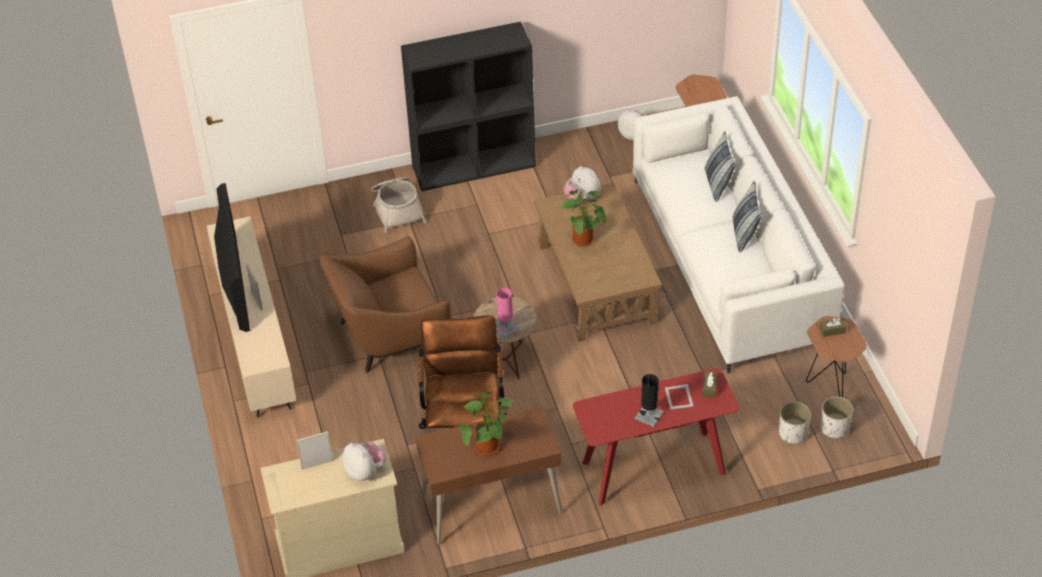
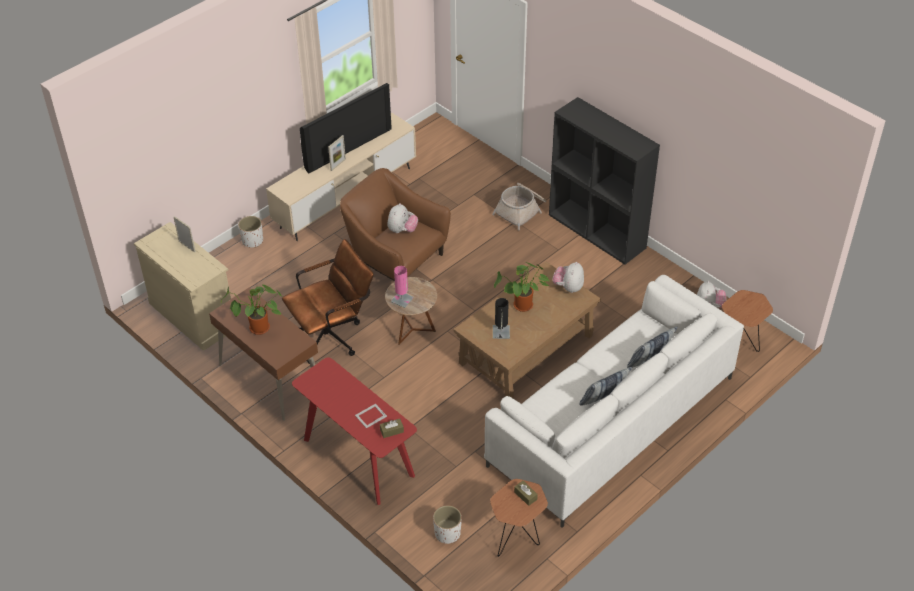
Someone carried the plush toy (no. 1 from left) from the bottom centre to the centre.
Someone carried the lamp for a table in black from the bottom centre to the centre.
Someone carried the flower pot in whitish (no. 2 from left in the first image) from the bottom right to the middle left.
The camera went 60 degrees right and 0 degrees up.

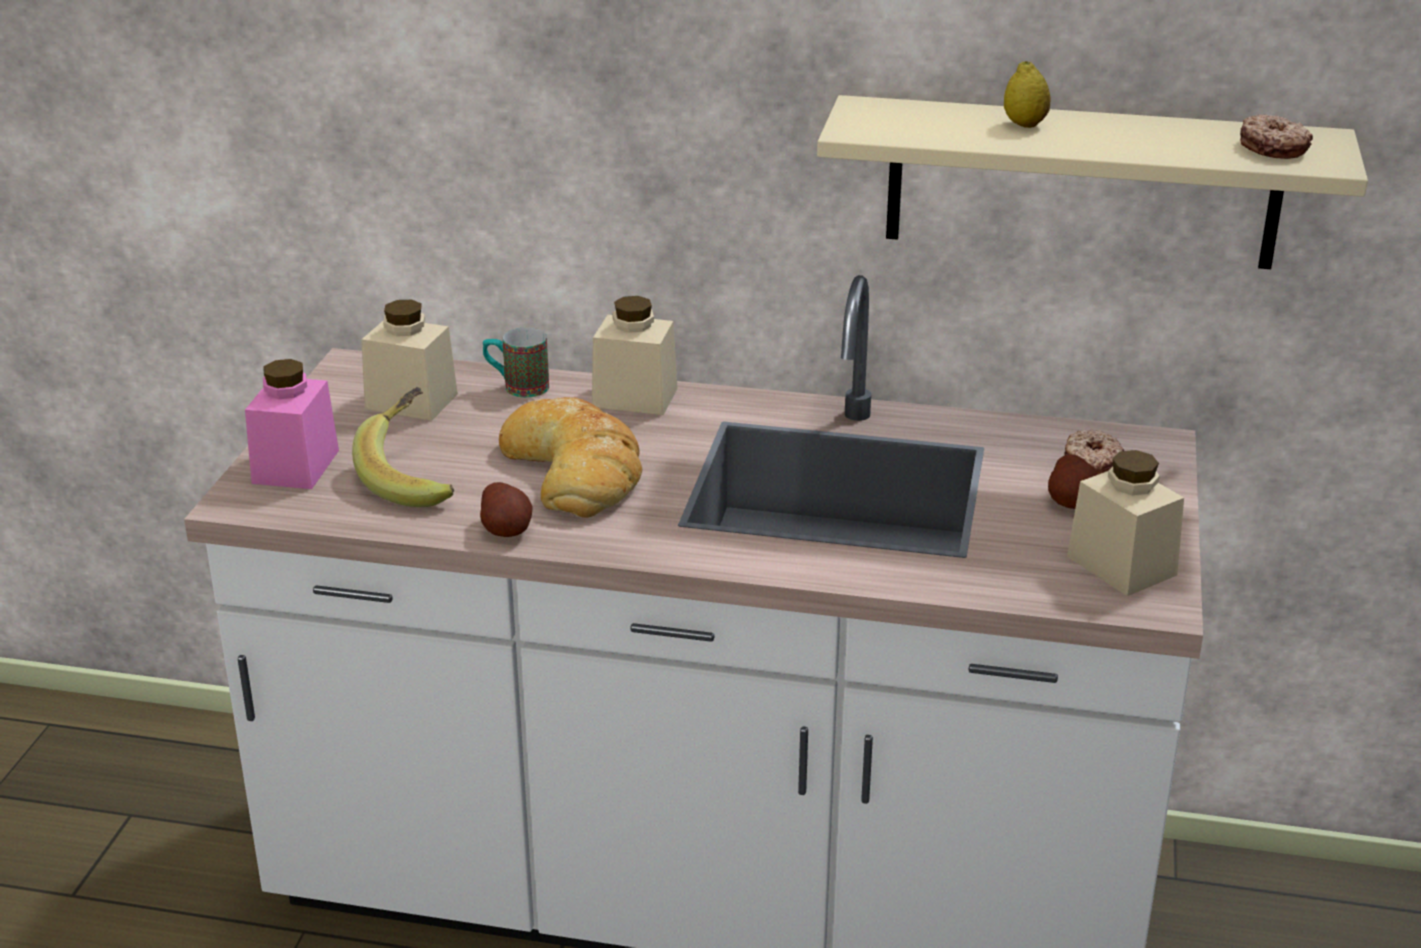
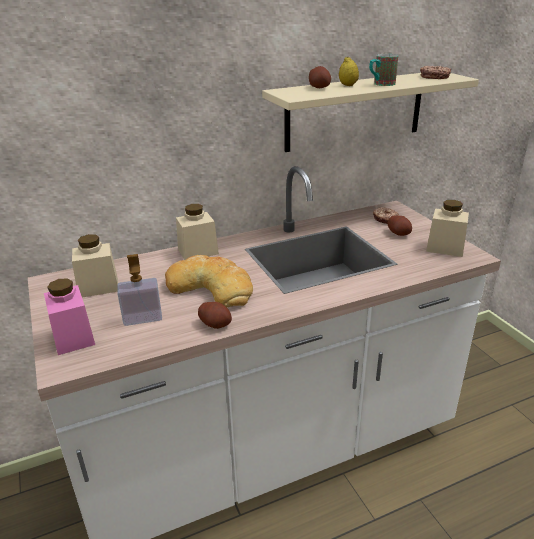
Someone put down the potato (no. 2 from left) at the top centre.
Someone carried the mug from the centre to the top right.
Someone swapped the banana at the middle left for the liquid soap bottle at the middle left.
The camera went 35 degrees left and 0 degrees up.

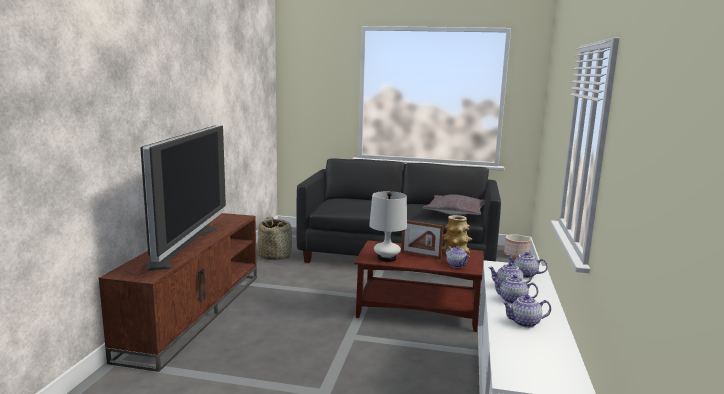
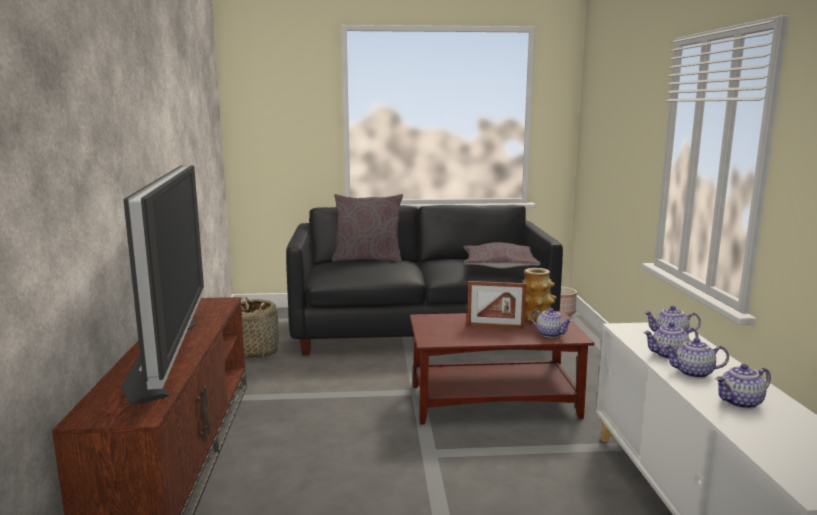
Someone took away the lamp for a table in whitish at the centre.
Someone put down the cushion in greyish (no. 1 from left) at the centre.
The camera went 15 degrees left and 0 degrees up.

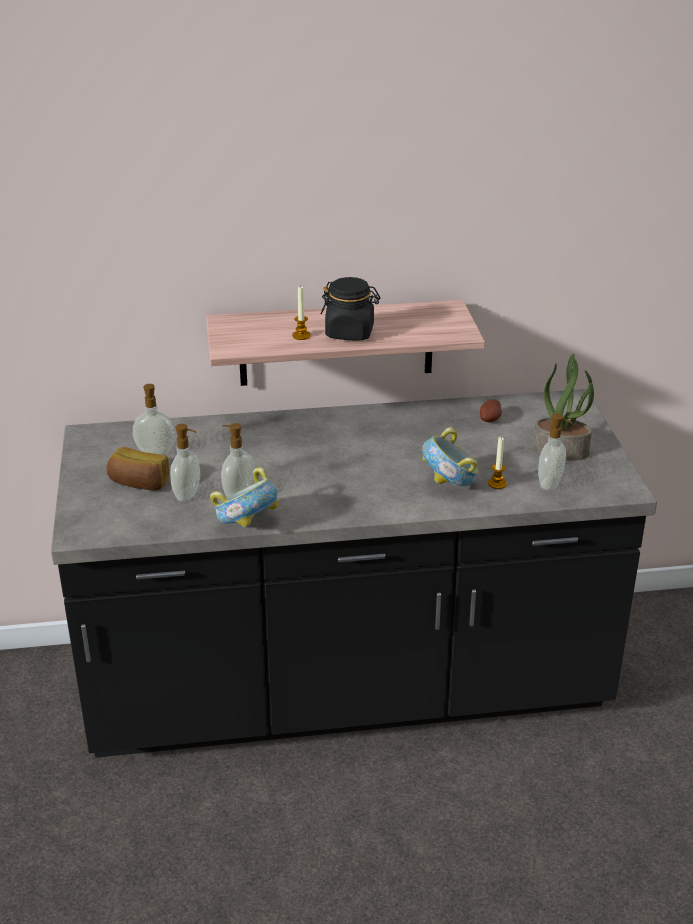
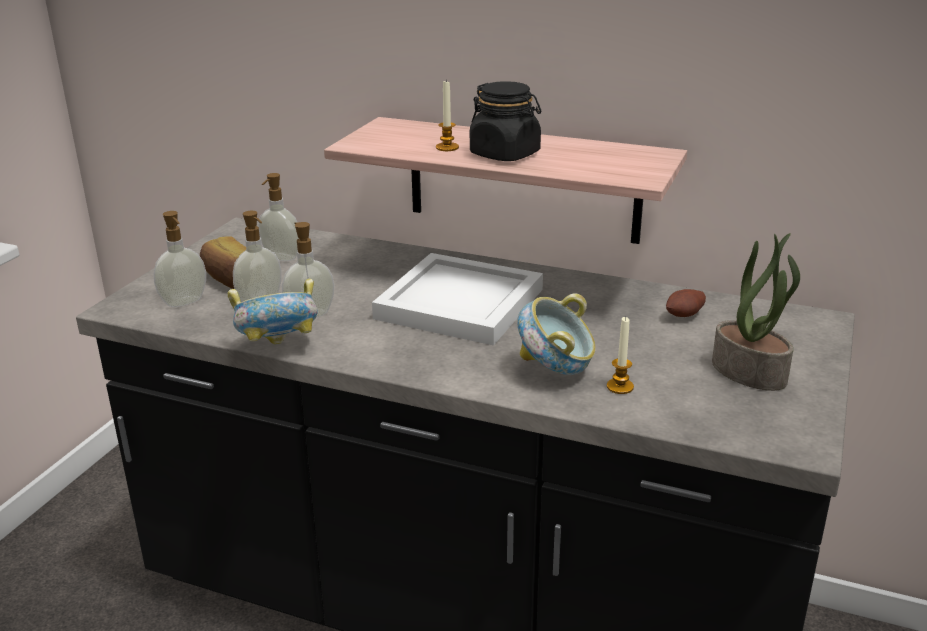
Someone put down the serving tray in whitish at the centre.
Someone carried the liquid soap bottle (no. 4 from left in the first image) from the middle right to the middle left.
The camera went 30 degrees right and 5 degrees down.

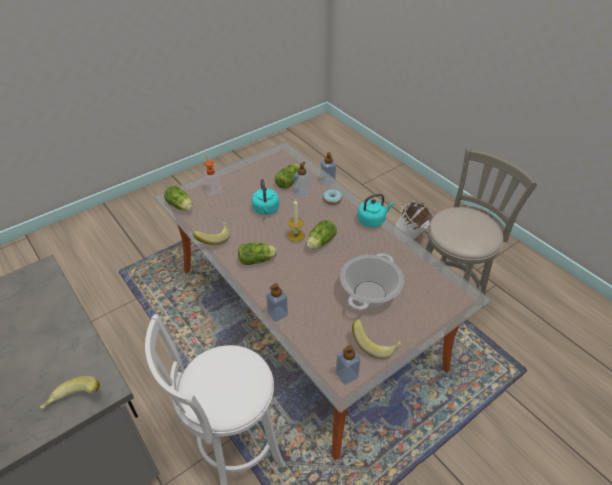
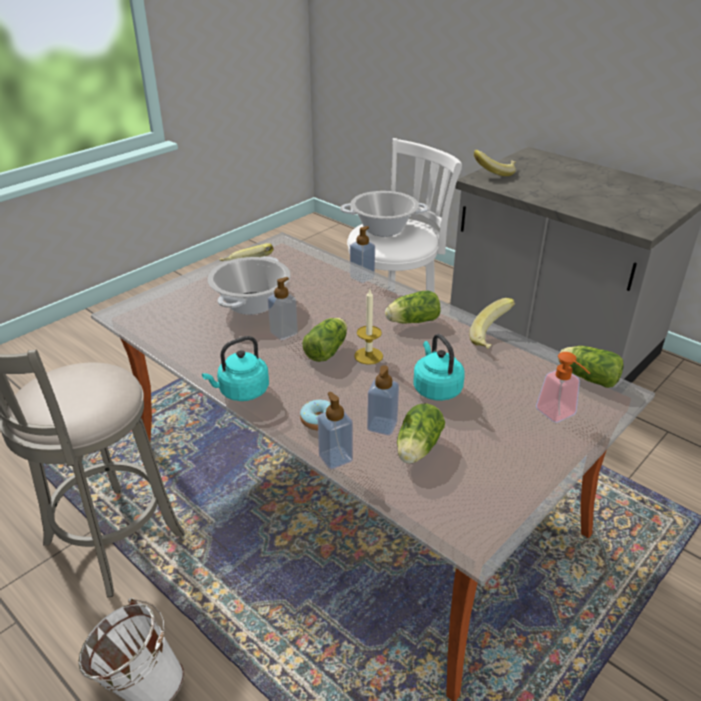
Someone put down the stockpot (no. 2 from left) at the top centre.
Someone carried the liquid soap bottle (no. 5 from left in the first image) from the bottom centre to the centre.
The camera went 170 degrees right and 10 degrees down.

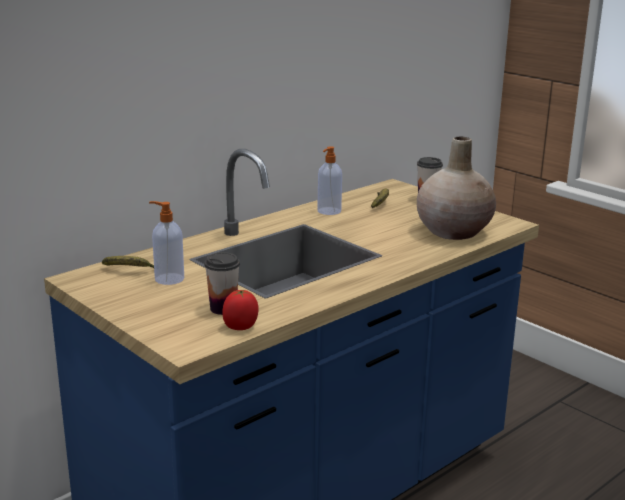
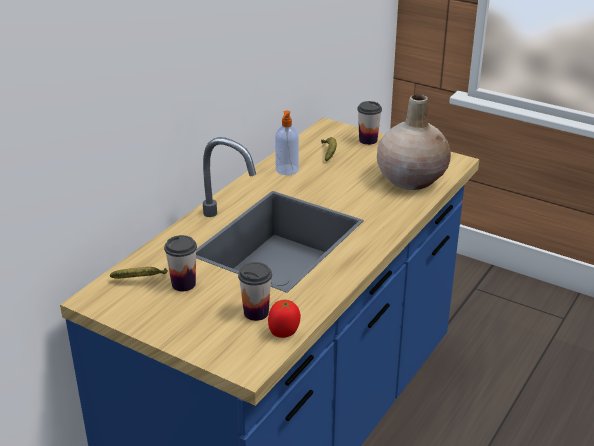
Someone swapped the liquid soap bottle (no. 1 from left) at the middle left for the cup (no. 1 from left) at the middle left.
The camera went 15 degrees left and 10 degrees up.

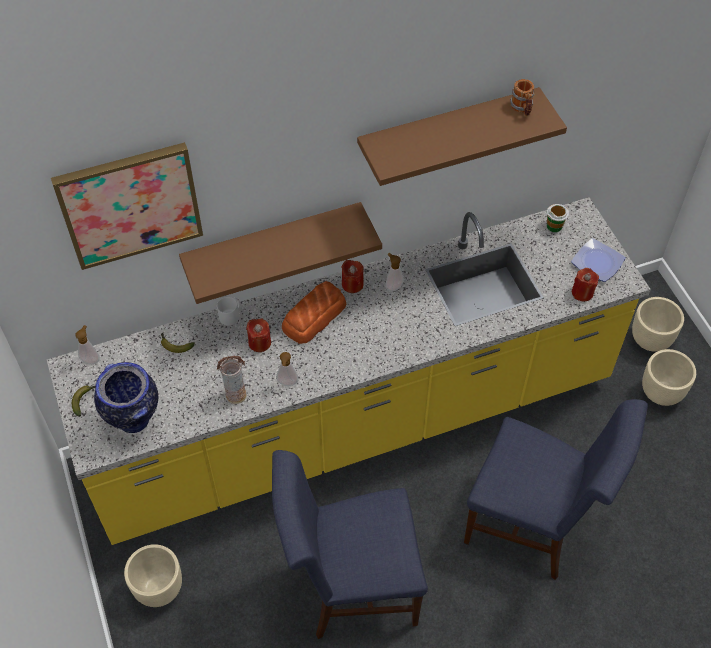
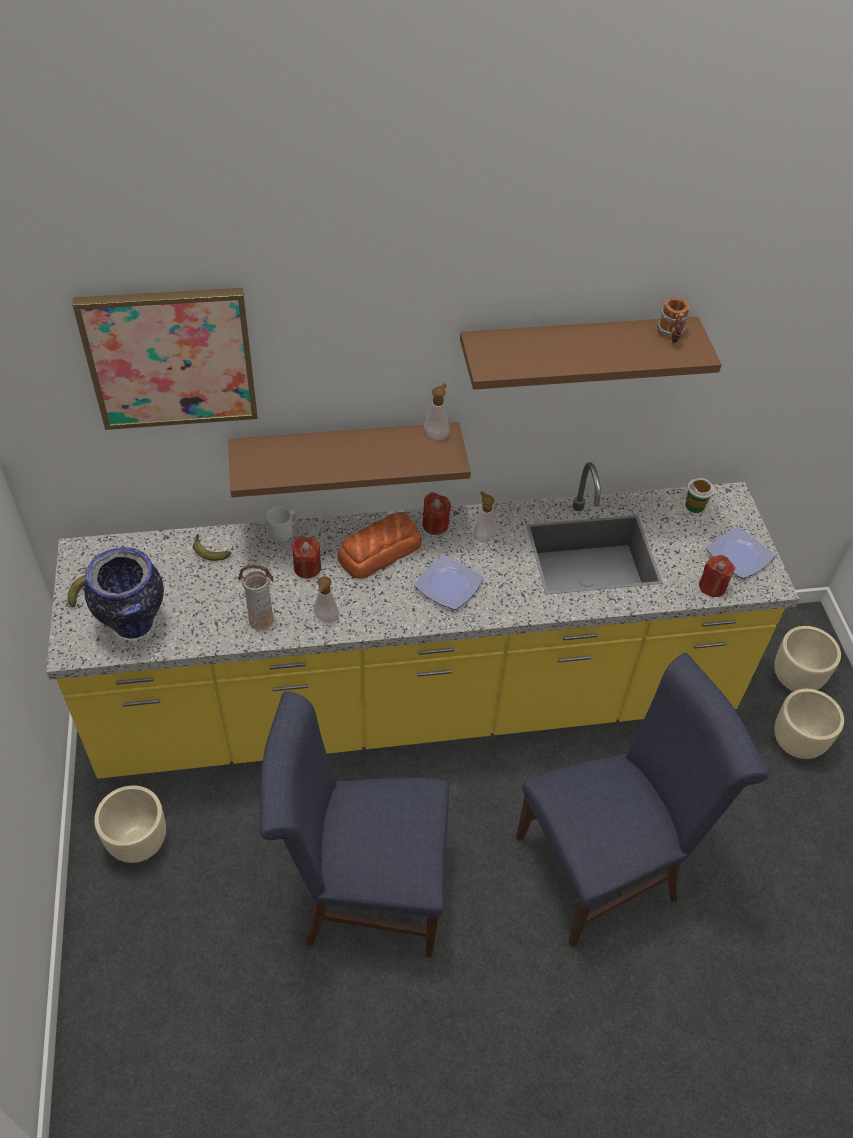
Someone put down the dinner plate (no. 1 from left) at the centre.
Someone carried the liquid soap bottle (no. 1 from left in the first image) from the middle left to the centre.
Someone rotated the chair in blue (no. 2 from left) at the bottom right by 60 degrees counterclockwise.
The camera went 10 degrees right and 5 degrees down.

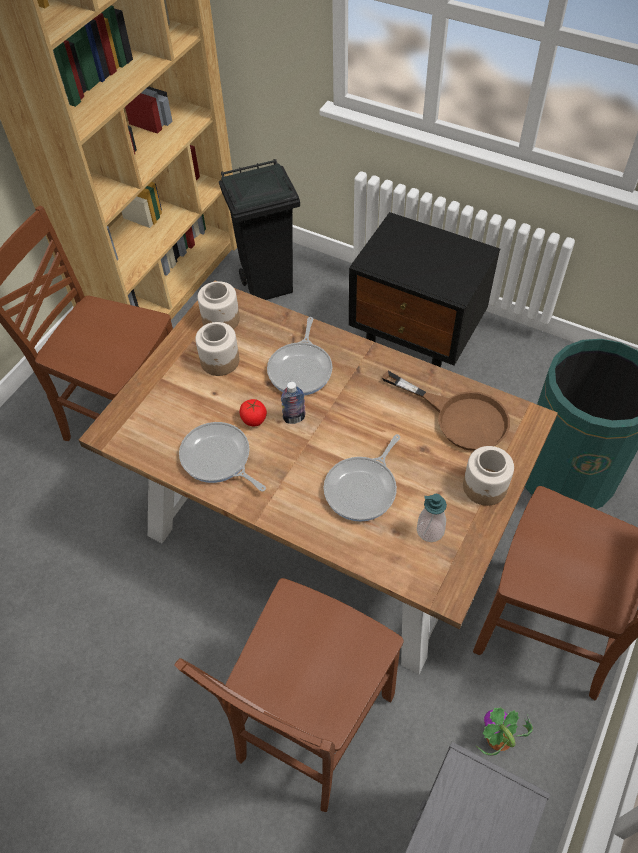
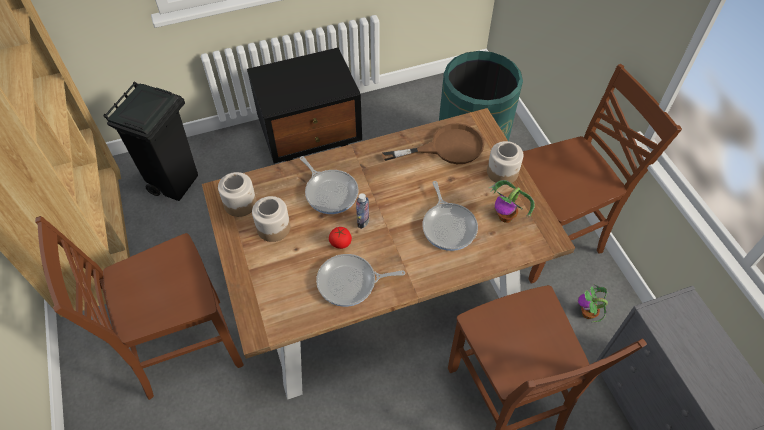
Someone swapped the liquid soap bottle at the middle right for the houseplant (no. 1 from left) at the middle right.
The camera went 50 degrees left and 0 degrees up.

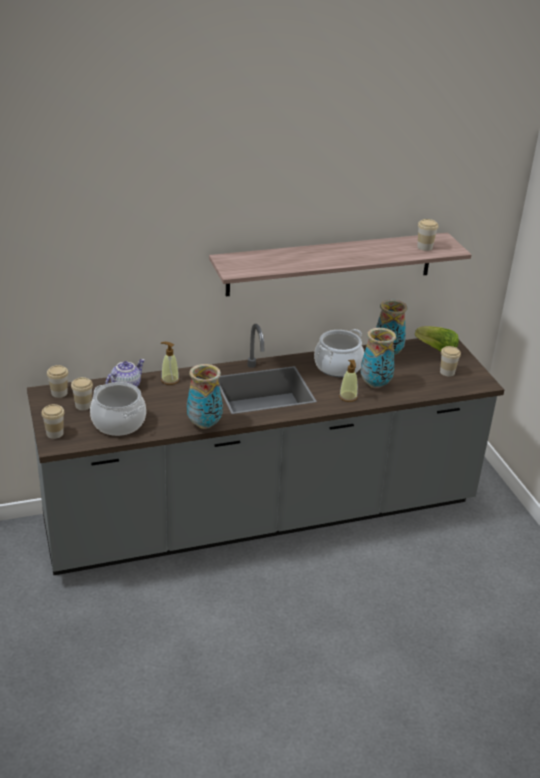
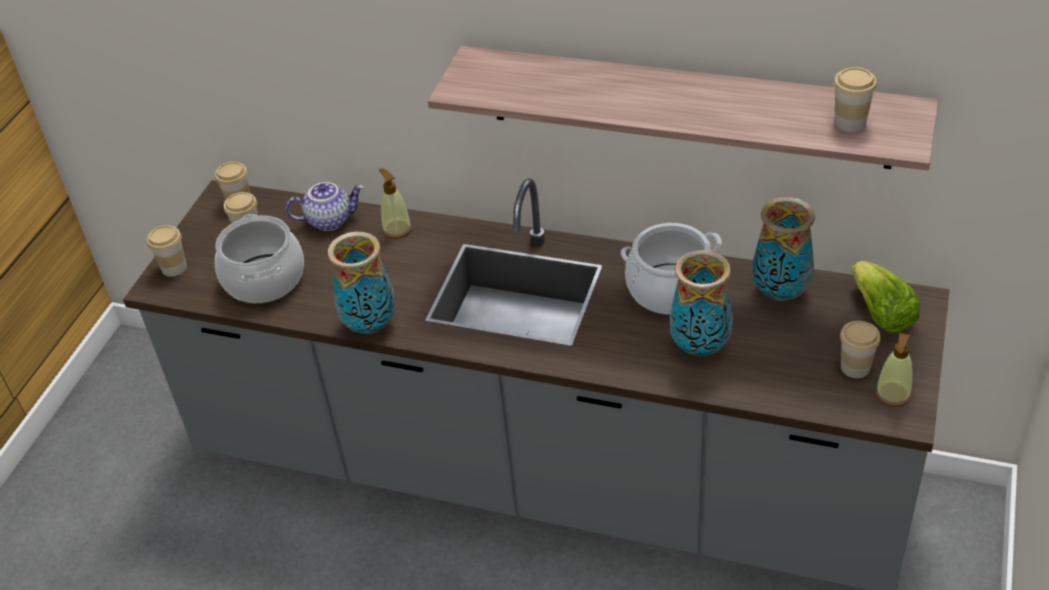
Someone carried the liquid soap bottle (no. 2 from left) from the centre to the middle right.
The camera went 40 degrees right and 10 degrees up.

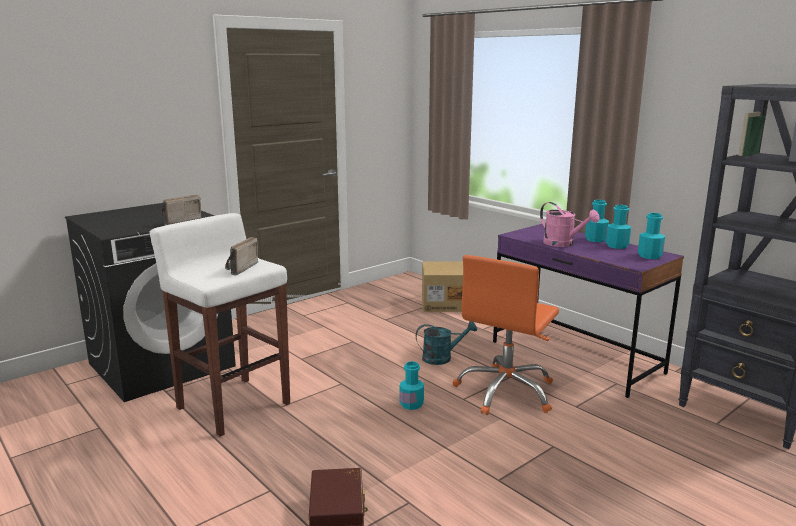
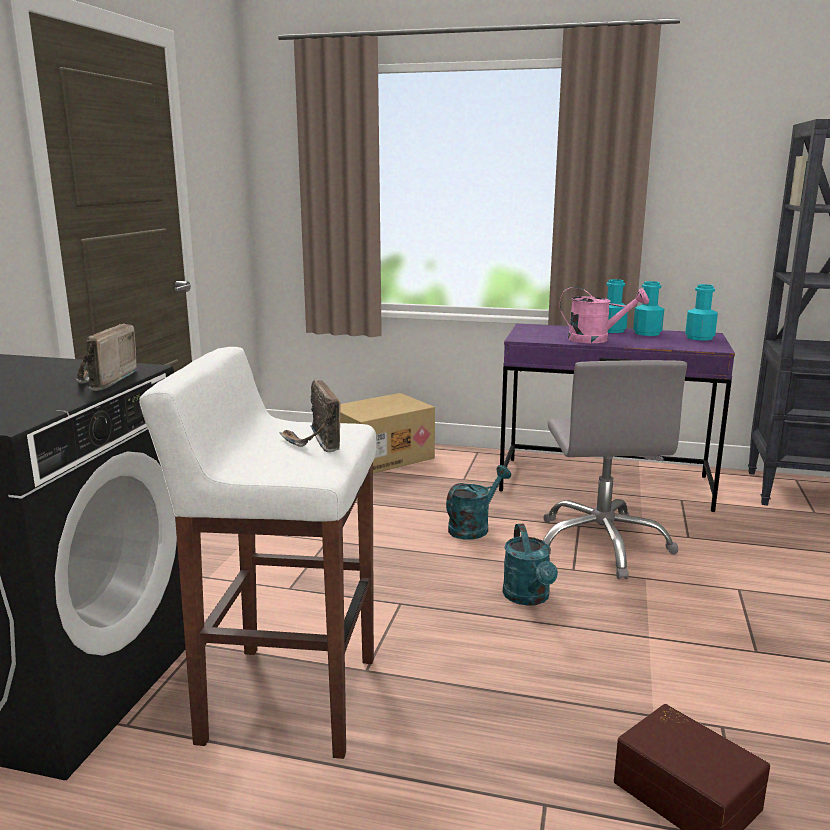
Someone swapped the drink bottle in turquoise-coloured (no. 1 from left) at the bottom centre for the watering can in turquoise-coloured (no. 2 from left) at the bottom centre.
Someone repainted the computer chair in orange-coloured at the centre, which became the computer chair in greyish at the middle right.
The camera went 35 degrees left and 0 degrees up.

